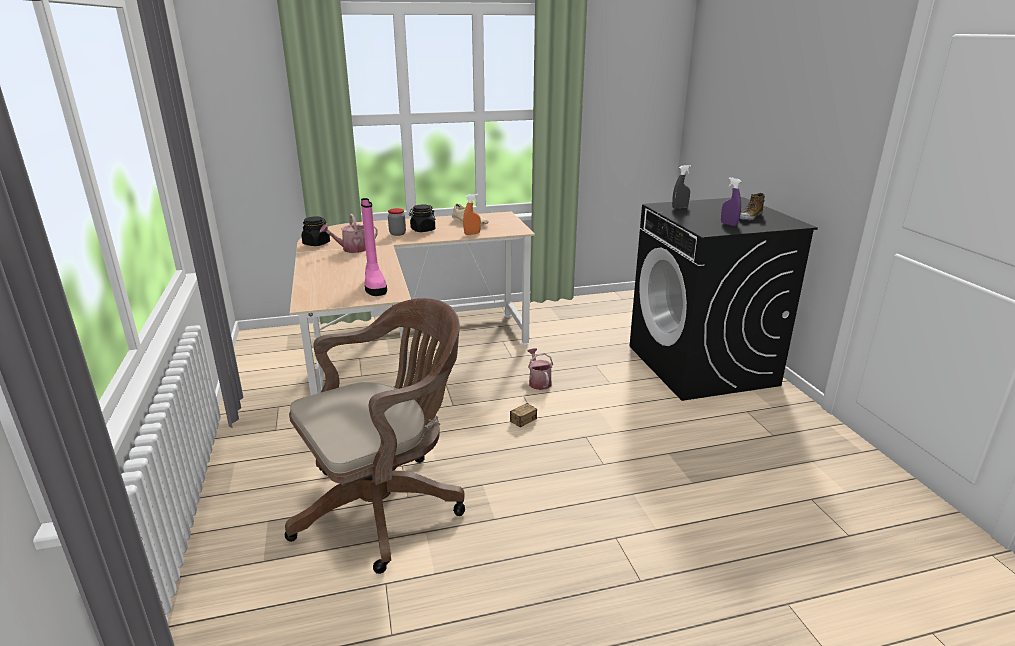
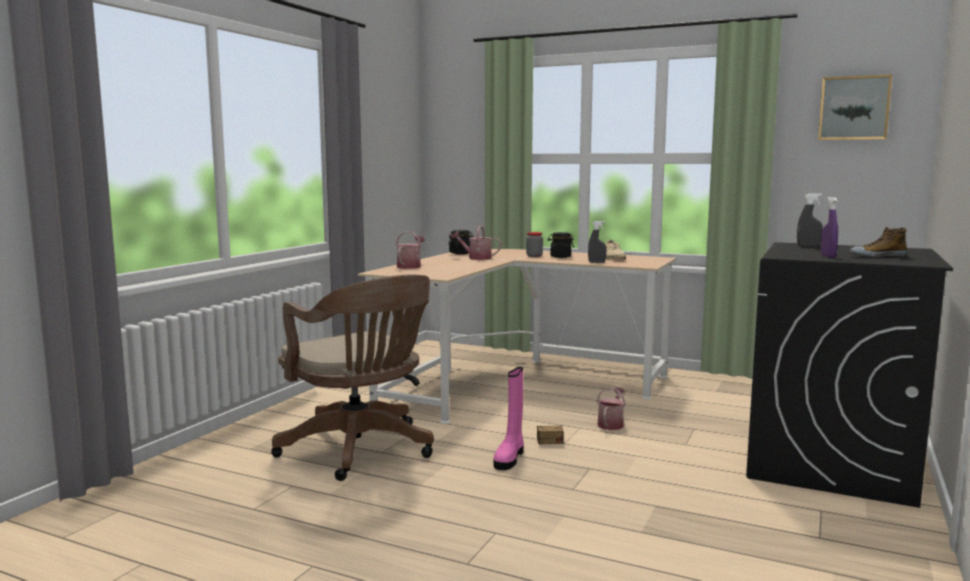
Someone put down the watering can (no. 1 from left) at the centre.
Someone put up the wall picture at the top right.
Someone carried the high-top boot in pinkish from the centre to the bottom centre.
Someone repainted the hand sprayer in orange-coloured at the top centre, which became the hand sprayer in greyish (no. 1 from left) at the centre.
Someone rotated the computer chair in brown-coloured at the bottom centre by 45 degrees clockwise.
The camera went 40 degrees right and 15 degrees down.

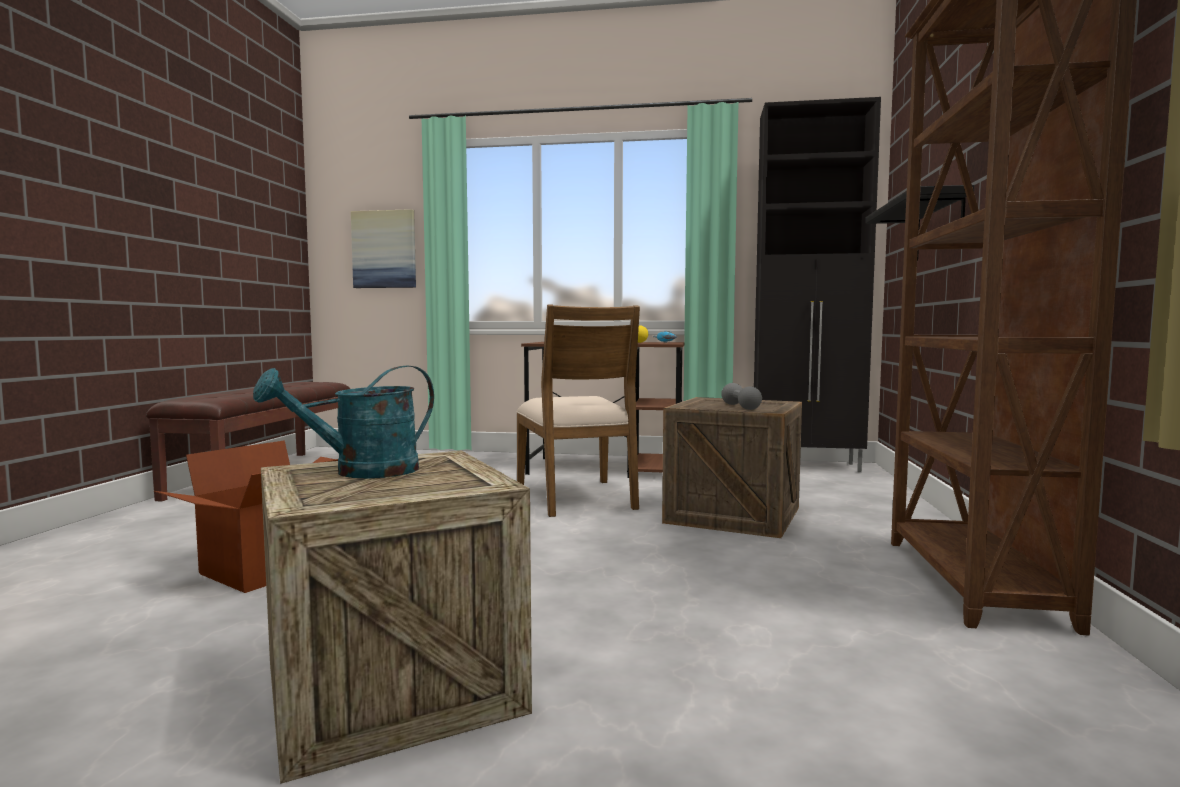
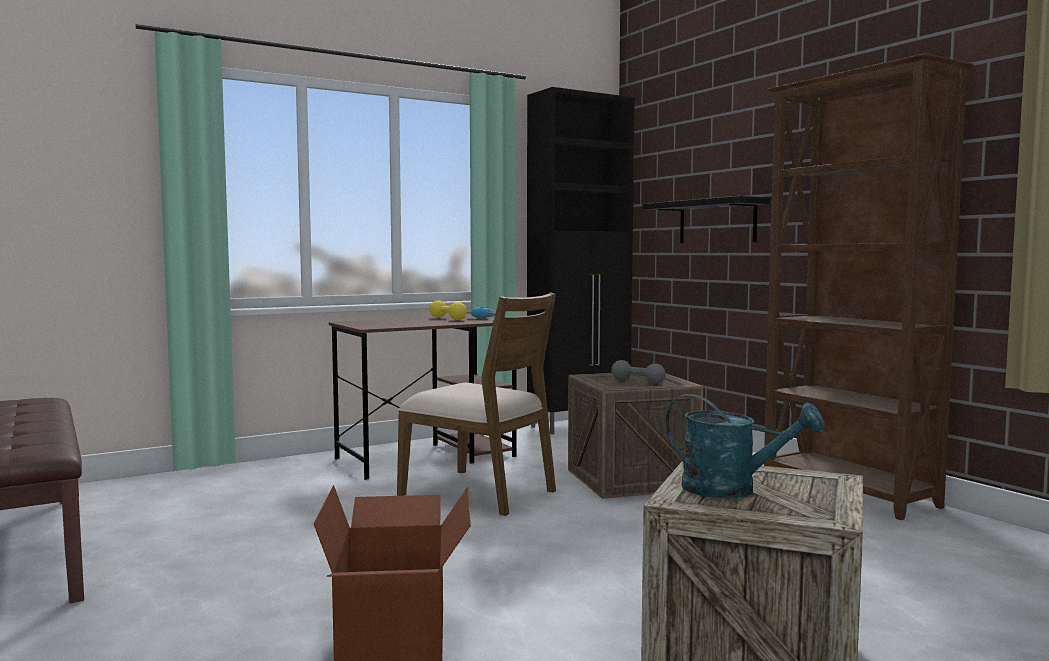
Someone took away the wall picture at the top left.
Someone rotated the watering can in turquoise-coloured at the middle left by 75 degrees counterclockwise.
The camera went 40 degrees left and 0 degrees up.

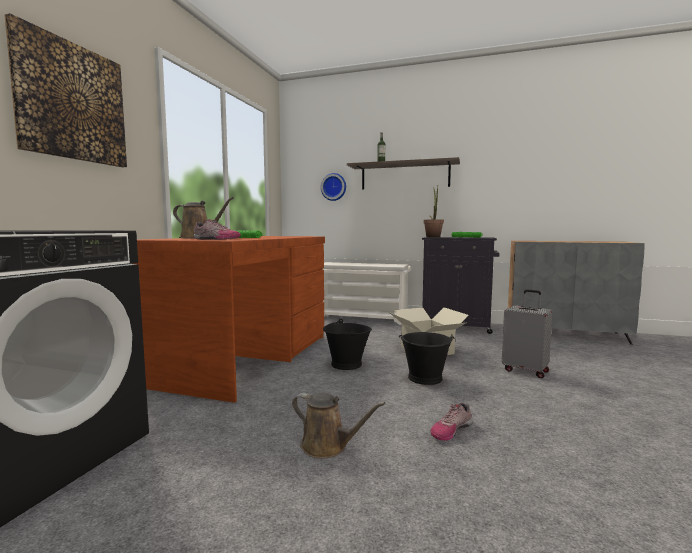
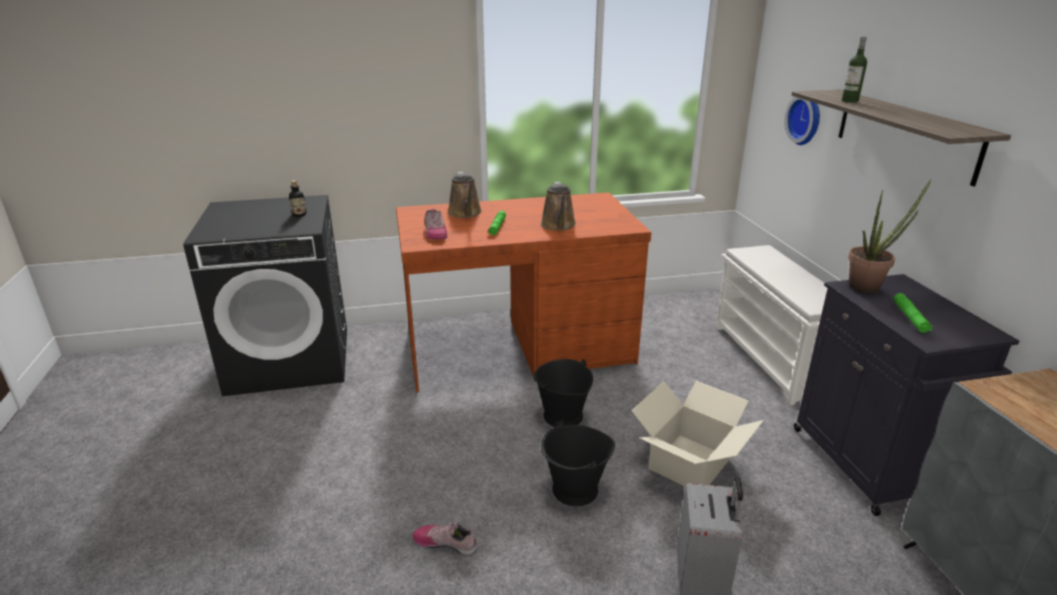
Someone took away the wall picture at the top left.
Someone put down the drink bottle (no. 1 from left) at the top left.
Someone carried the watering can in brown-coloured (no. 2 from left) from the bottom centre to the centre.
The camera went 60 degrees right and 20 degrees up.

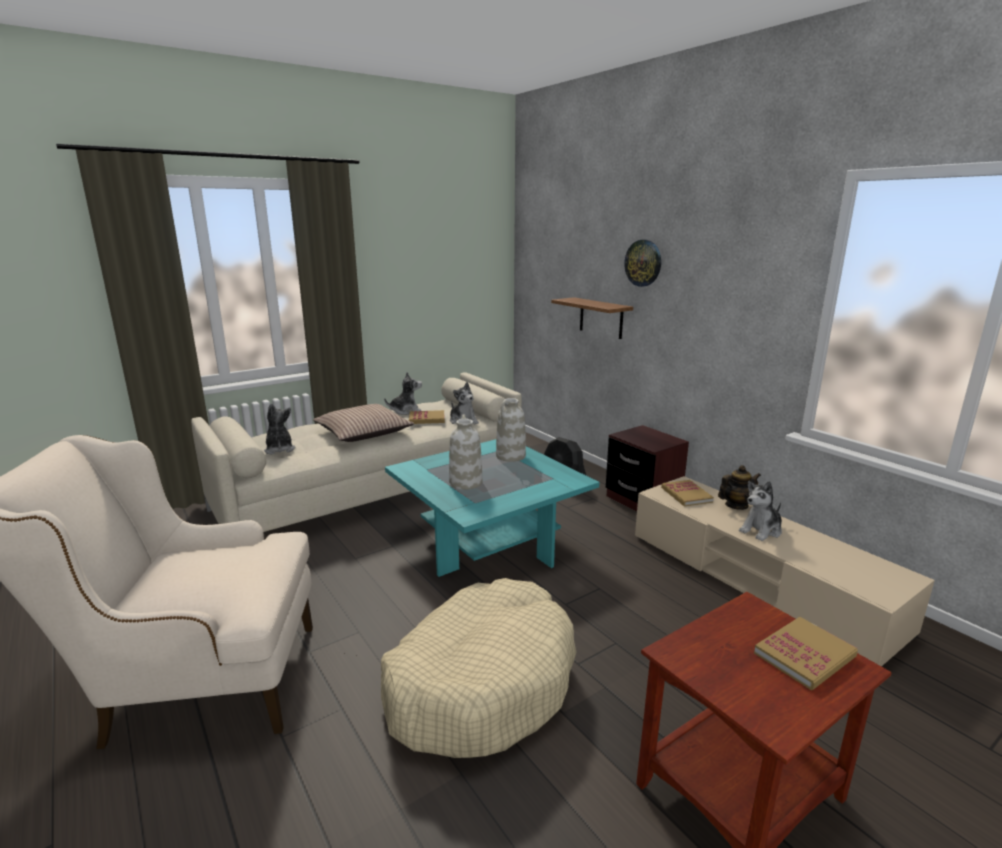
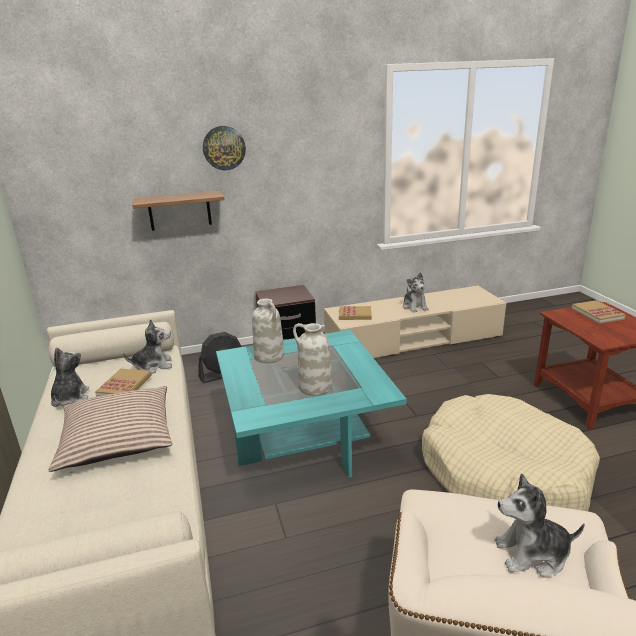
Someone took away the tea pot at the middle right.
Someone carried the plush toy (no. 1 from left in the first image) from the middle left to the bottom right.
The camera went 70 degrees left and 5 degrees up.

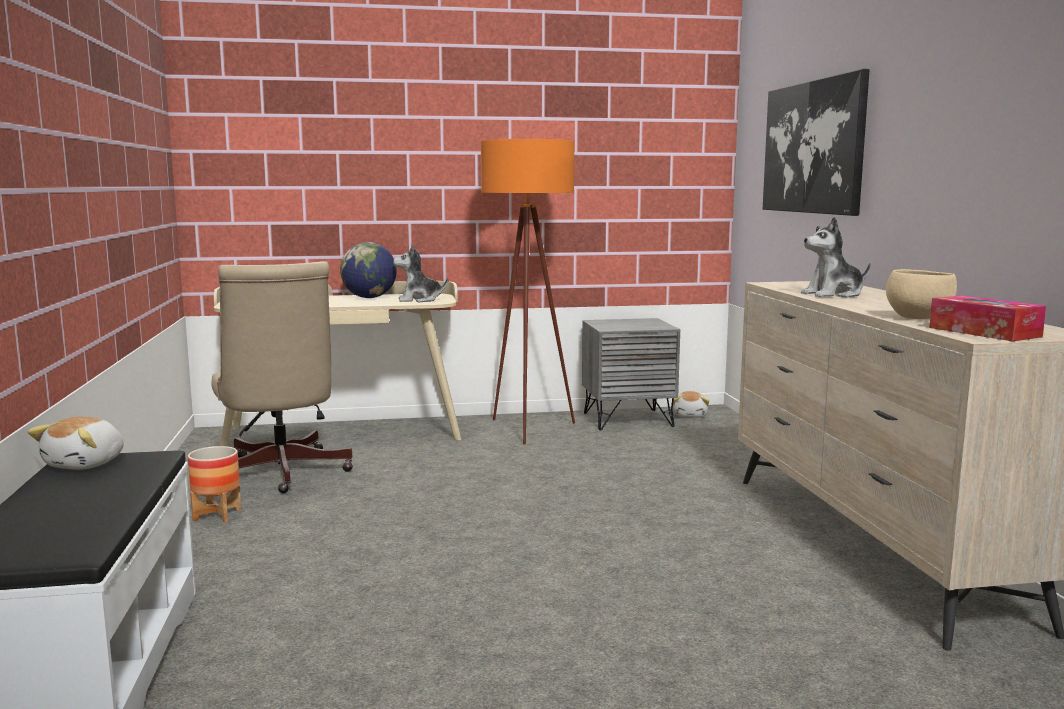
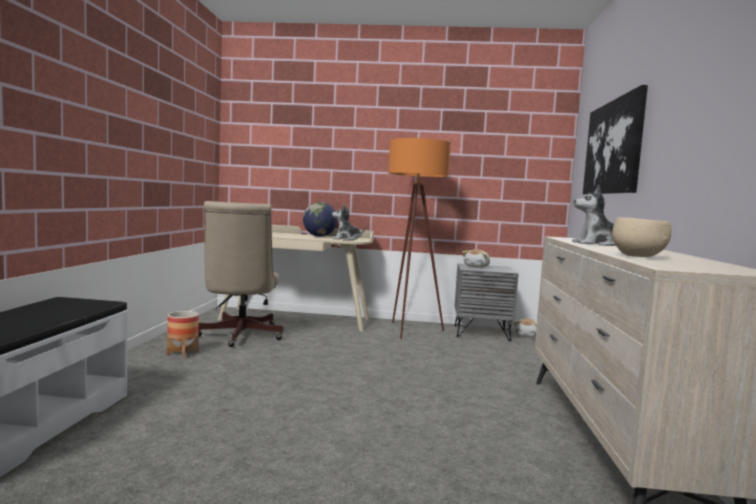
Someone took away the tissue holder at the middle right.
Someone carried the plush toy (no. 1 from left in the first image) from the middle left to the centre.
The camera went 15 degrees right and 5 degrees down.

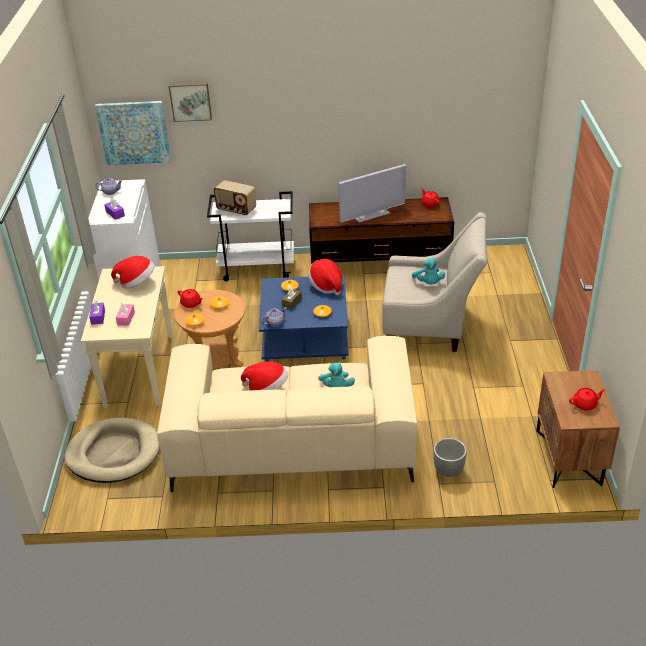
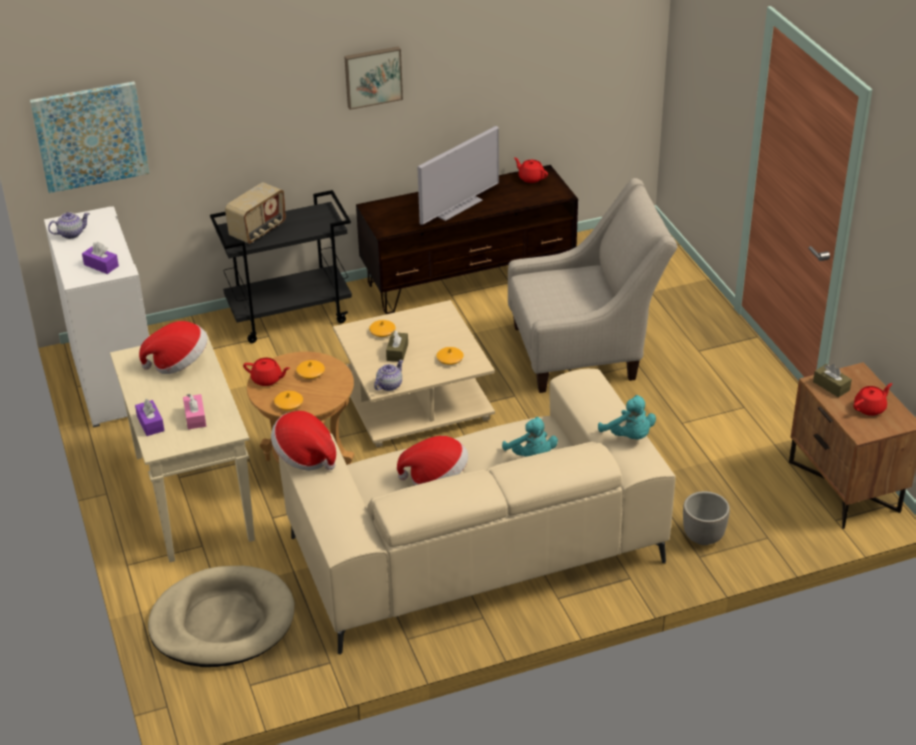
Someone put down the tissue holder in brown-coloured (no. 2 from left) at the middle right.
Someone carried the wall picture (no. 2 from left) from the top left to the top centre.
Someone carried the clothing hat (no. 3 from left in the first image) from the centre to the middle left.
Someone carried the plush toy in turquoise-coloured (no. 2 from left) from the centre to the middle right.
Someone repainted the trolley in whitish at the centre, which became the trolley in black at the middle left.
Someone repainted the low table in blue at the centre, which became the low table in beige at the centre.
Someone rotated the radio at the top centre by 60 degrees counterclockwise.
The camera went 20 degrees left and 0 degrees up.

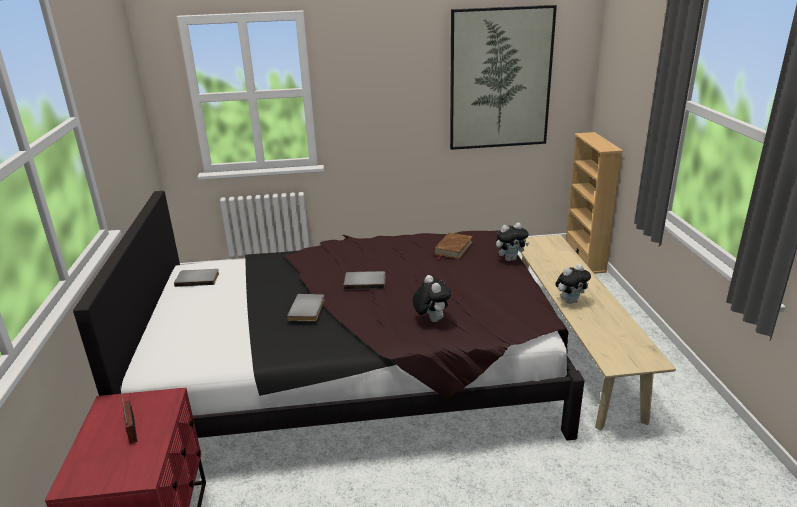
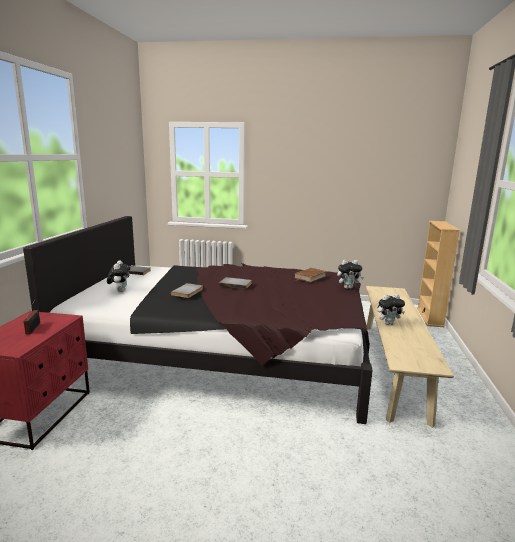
Someone took away the wall picture at the top centre.
Someone carried the plush toy (no. 1 from left) from the centre to the middle left.
The camera went 15 degrees right and 10 degrees down.

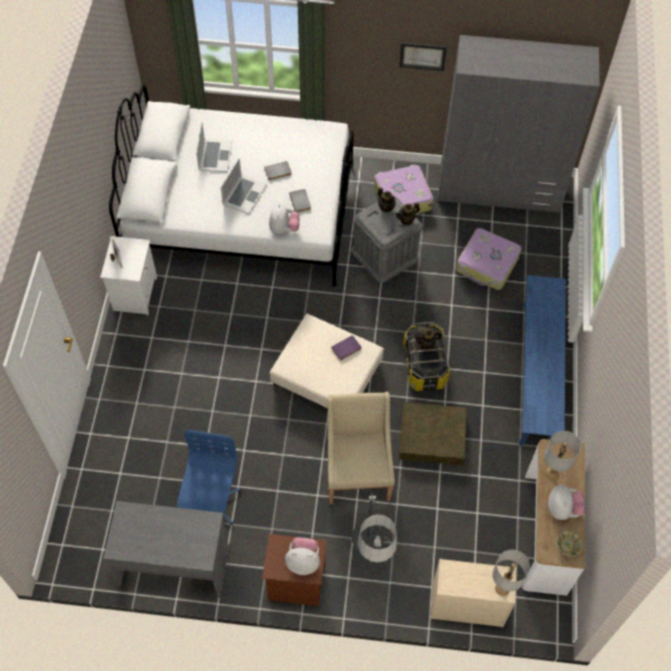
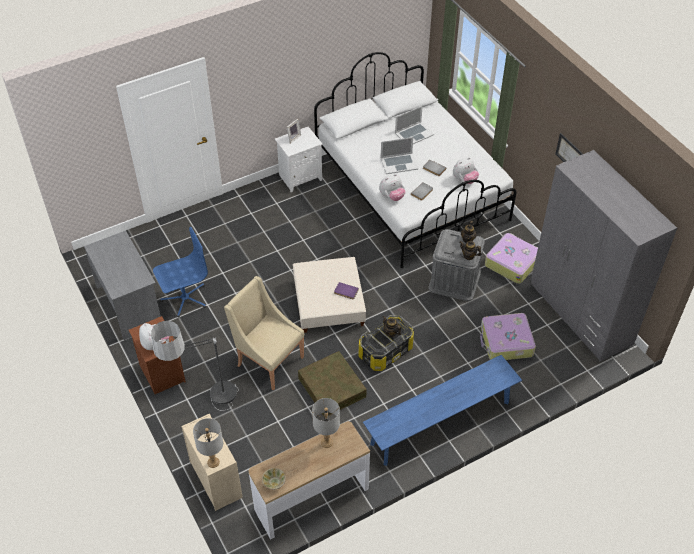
Someone carried the plush toy (no. 3 from left) from the bottom right to the top right.
Someone rotated the lounge chair in beige at the bottom centre by 105 degrees counterclockwise.
The camera went 55 degrees right and 10 degrees down.

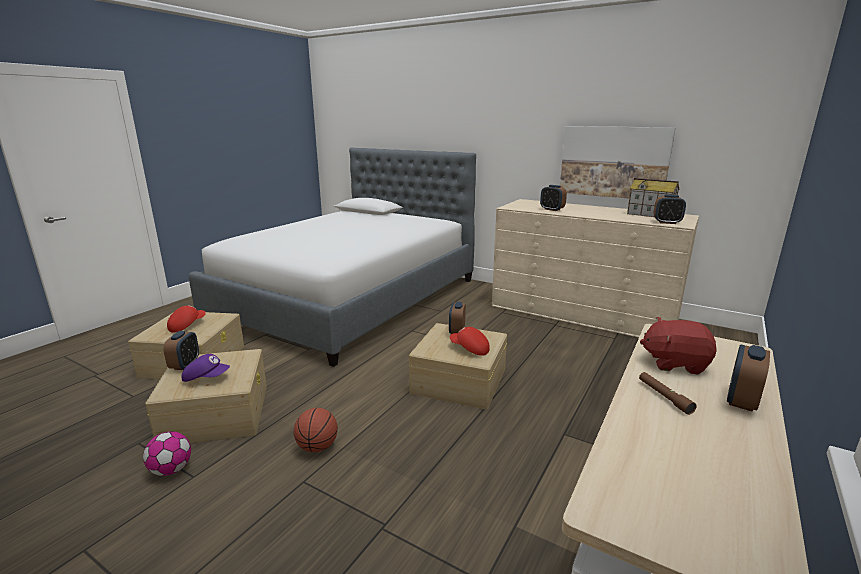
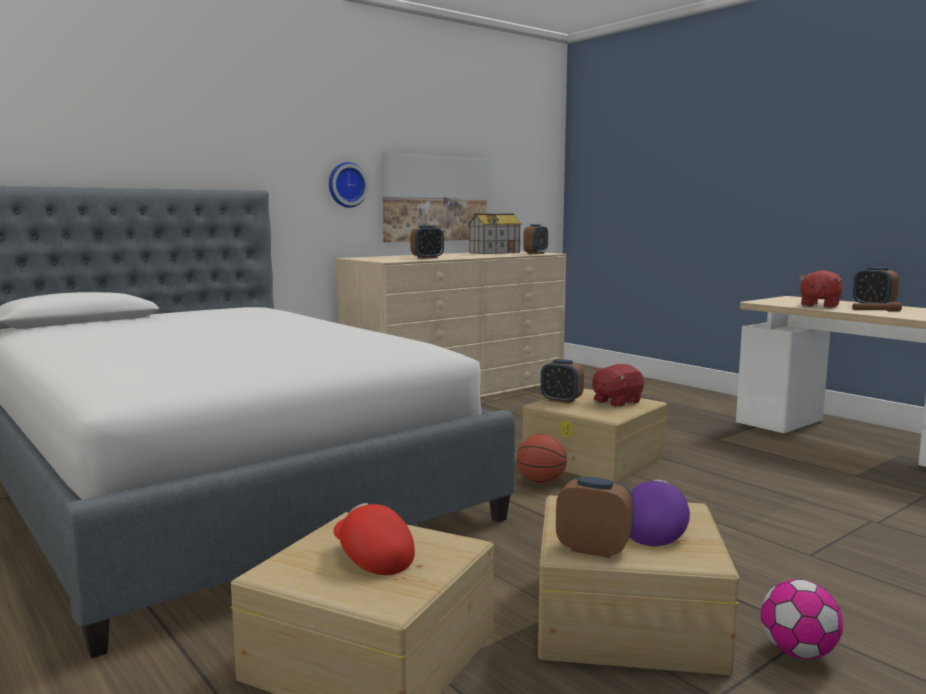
Someone put up the wall clock at the top centre.
Someone carried the basketball from the bottom centre to the centre.
Someone swapped the baseball cap in red (no. 2 from left) at the centre for the plush toy in red (no. 1 from left) at the centre.
The camera went 70 degrees left and 10 degrees down.

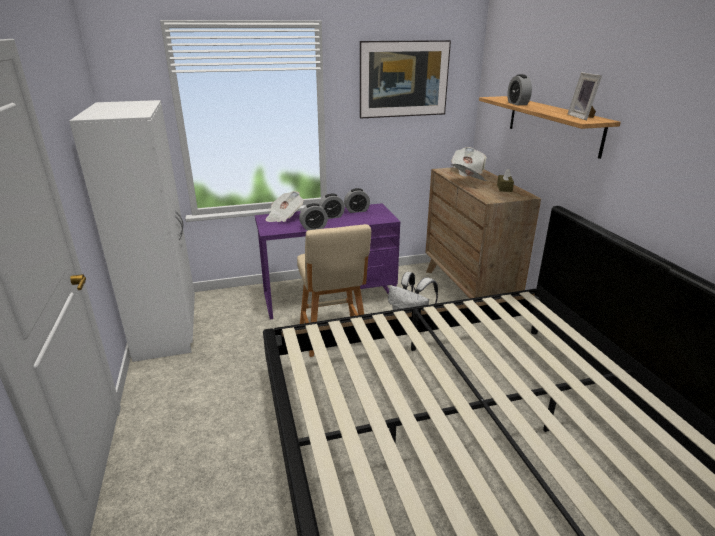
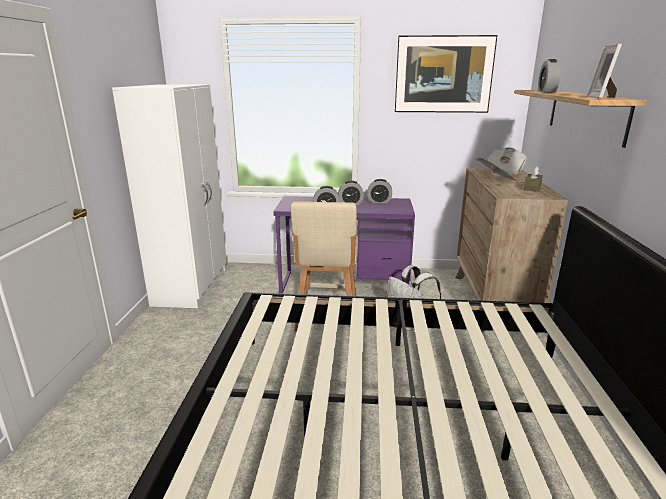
Someone took away the daily paper (no. 1 from left) at the centre.
The camera went 20 degrees right and 5 degrees down.

